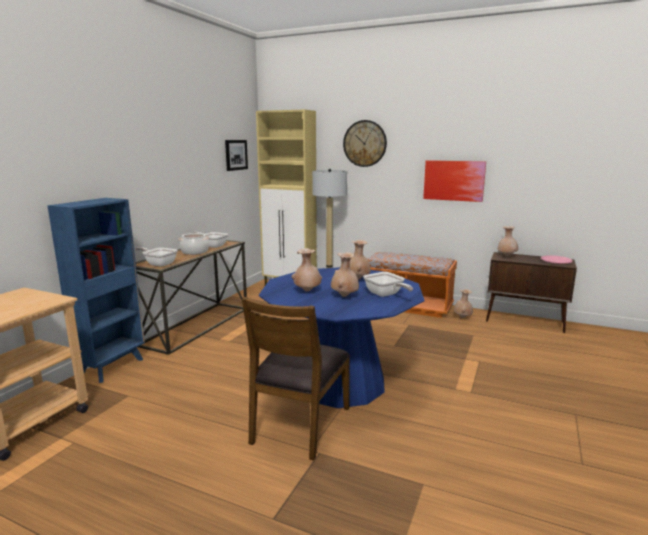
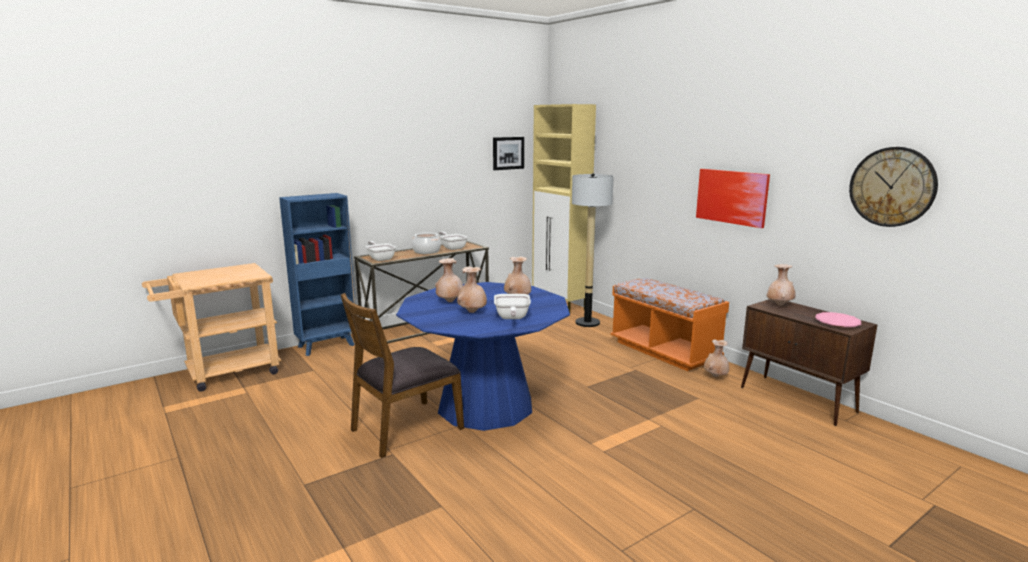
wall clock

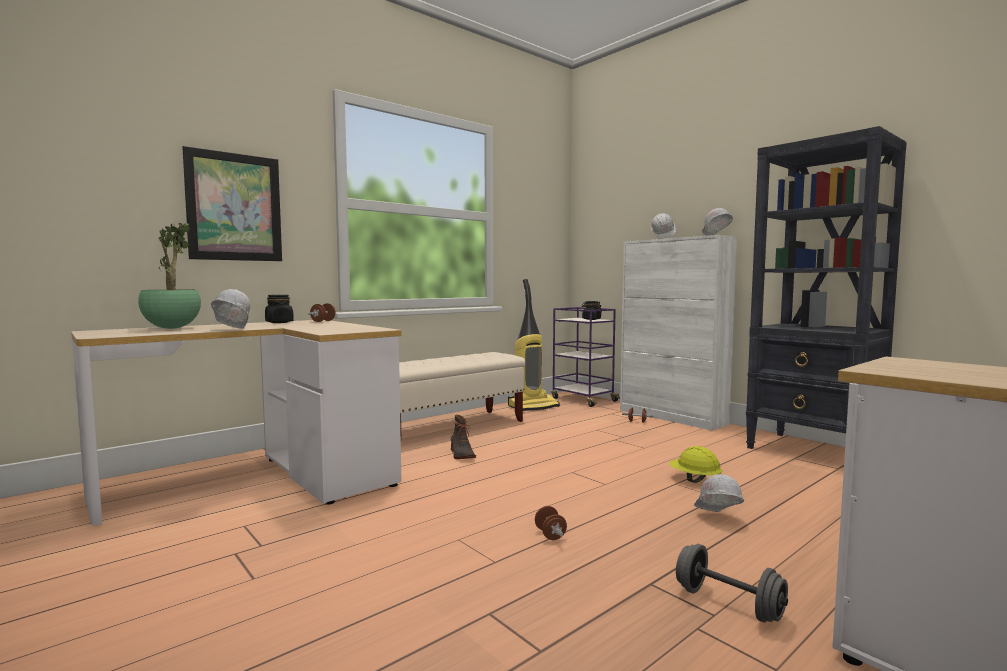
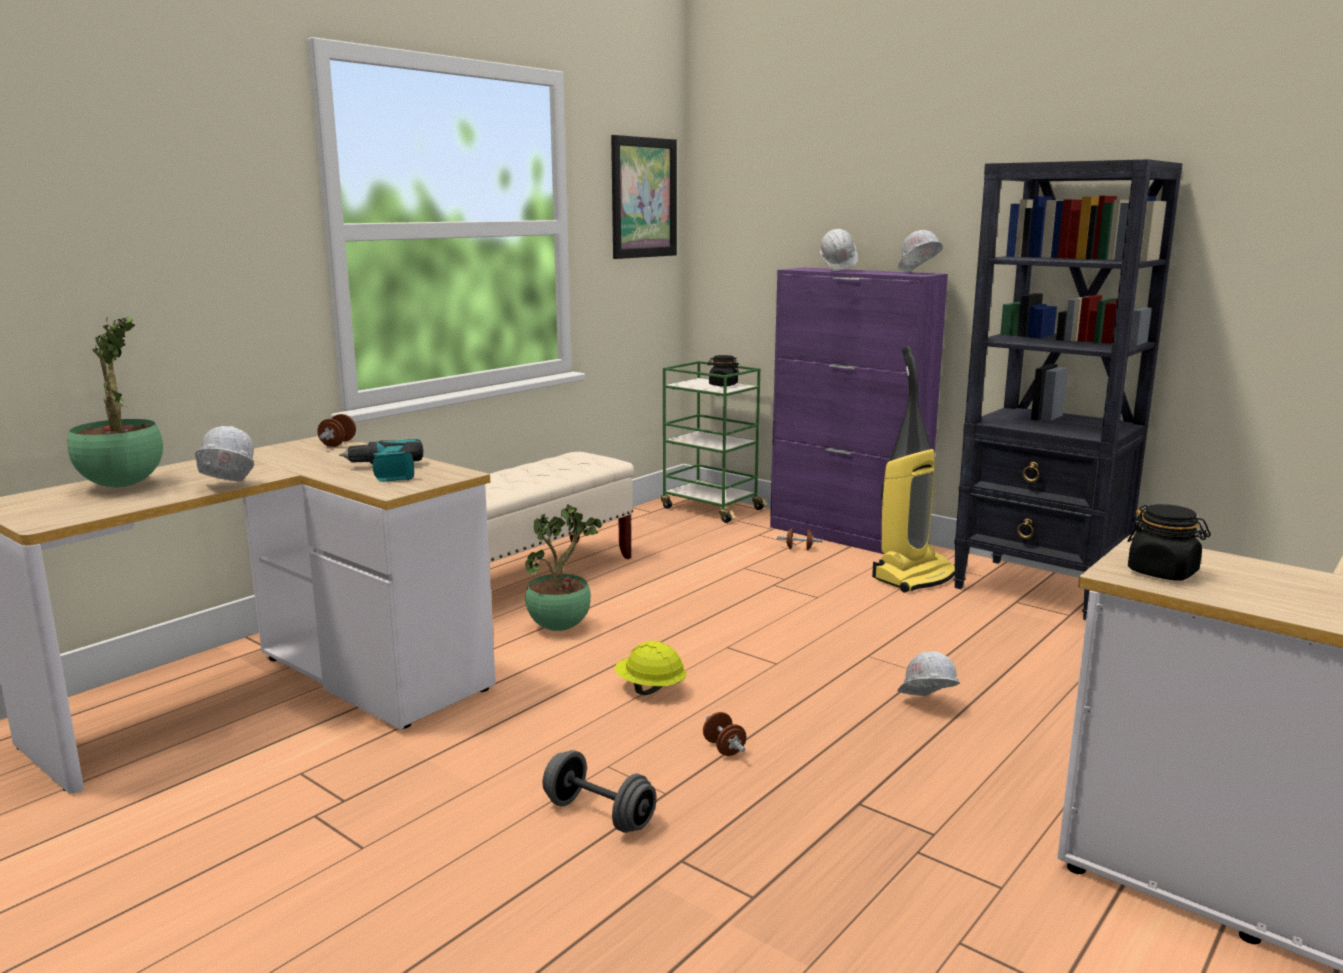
wall picture
storage cabinet/purplish
hoover
jar/black-coloured (2nd from left)
cart/greenish
houseplant (2nd from left)
safety helmet/yellow-coloured
hand weight/gray
drill

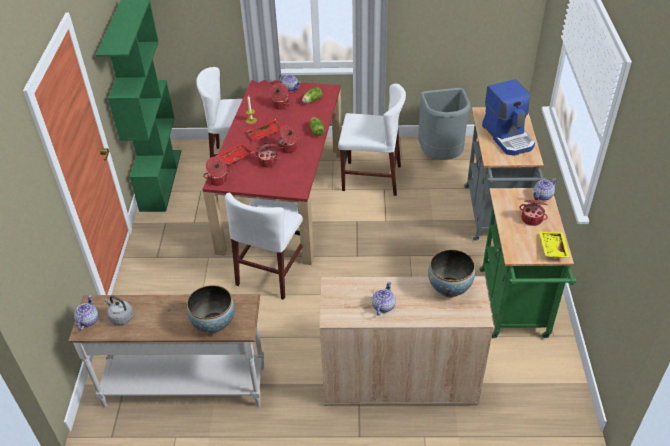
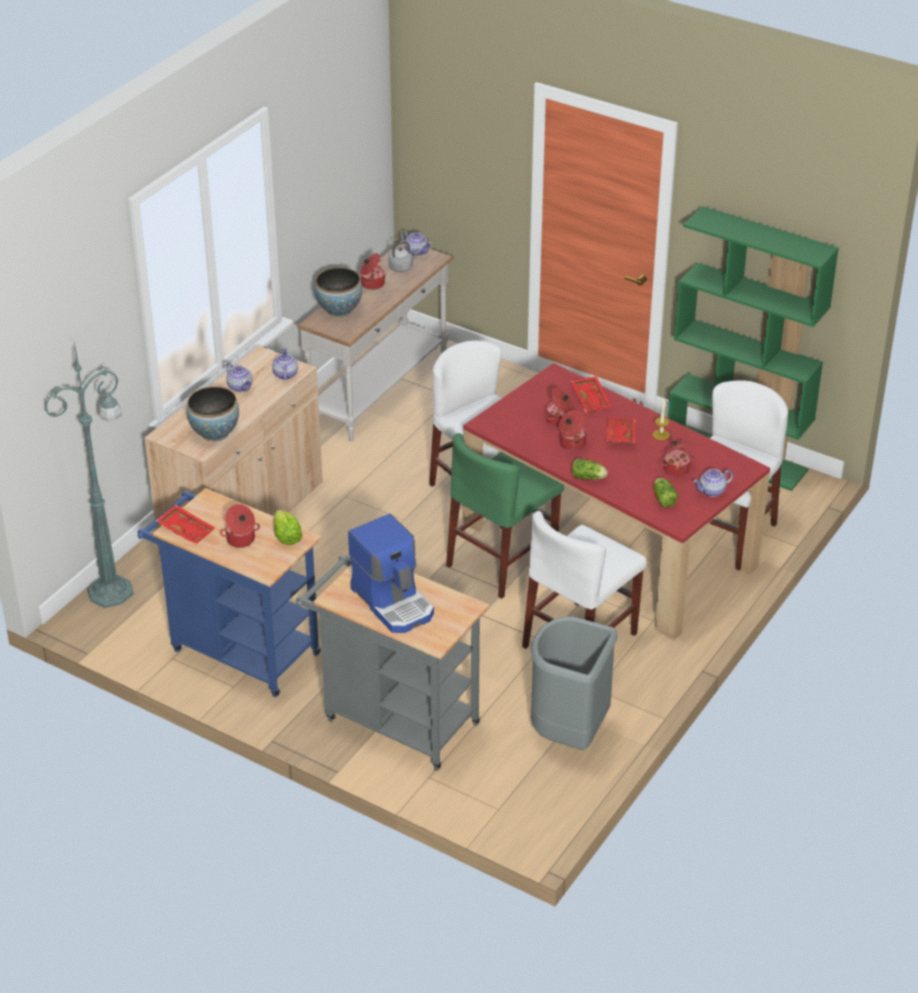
coffee maker
cooking pot (2nd from left)
pot for tea (2nd from left)
cart/bluish
tray/red-coloured (1st from left)
standard lamp/greenish
plain chair/greenish
head of lettuce (1st from left)

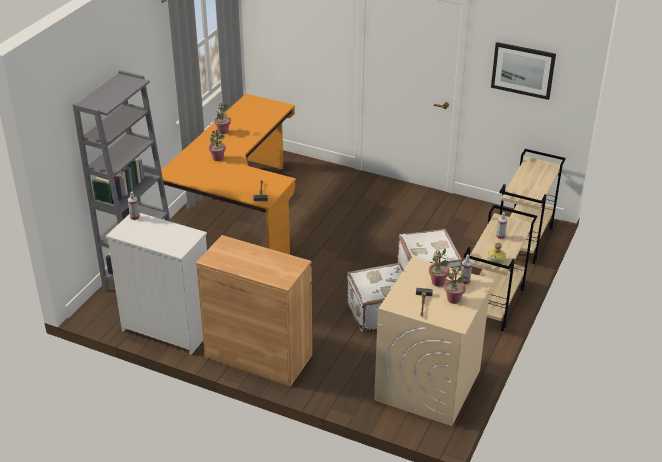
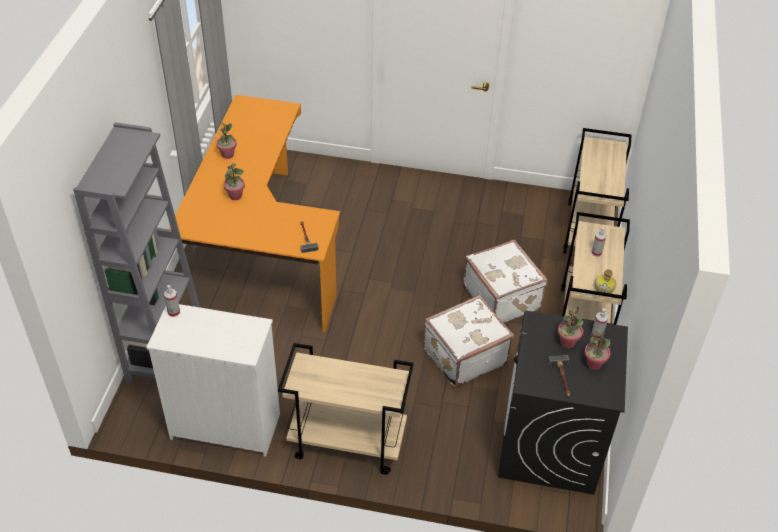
wall picture
cart/beige-coloured (1st from left)
laundry appliance/black-coloured

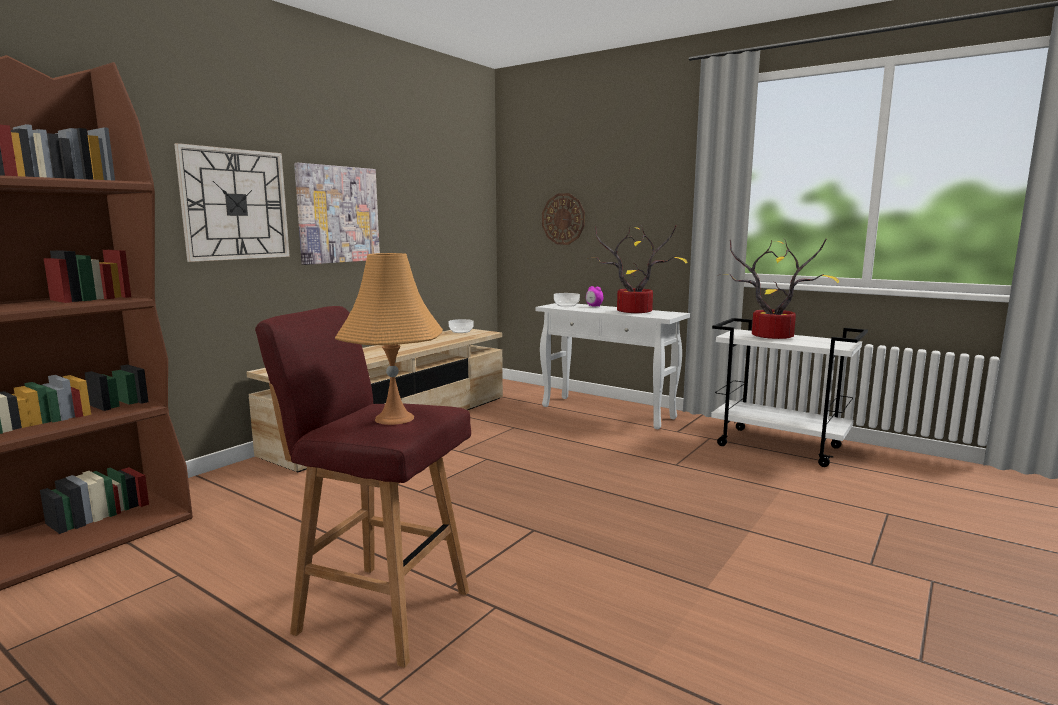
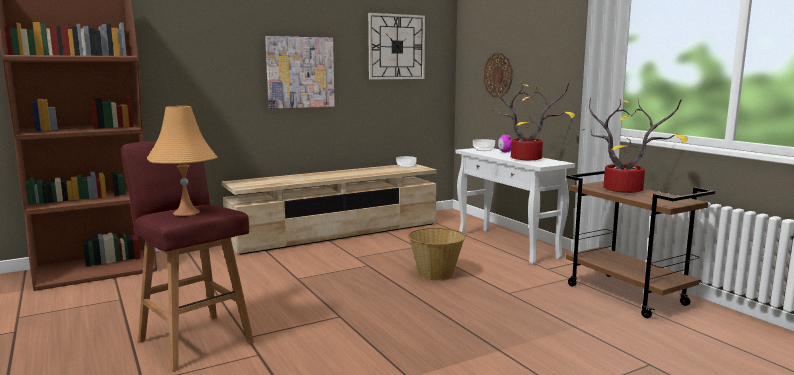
wall clock (1st from left)
cart/brownish
basket

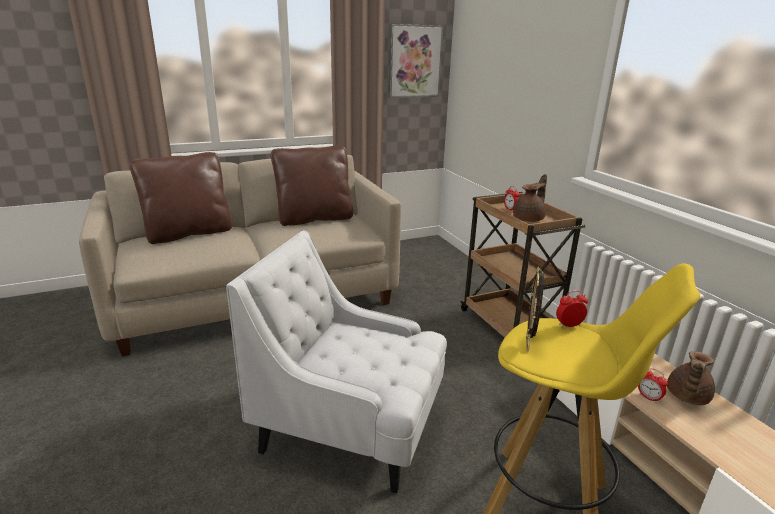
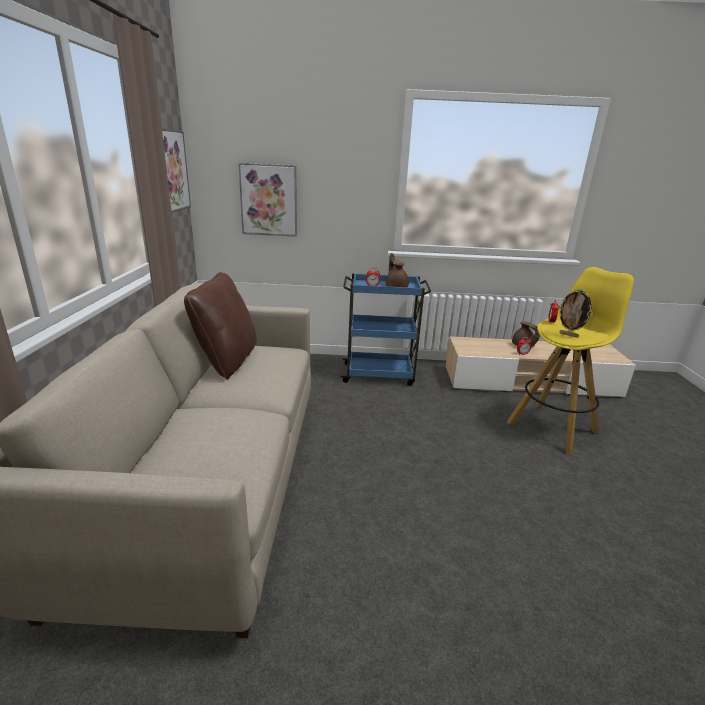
throw pillow/brownish (1st from left in the first image)
cart/bluish
lounge chair/white
wall picture (2nd from left)

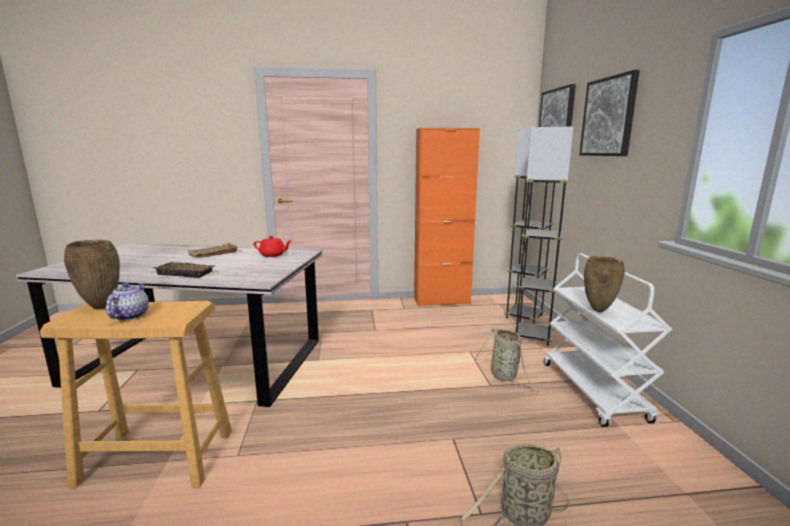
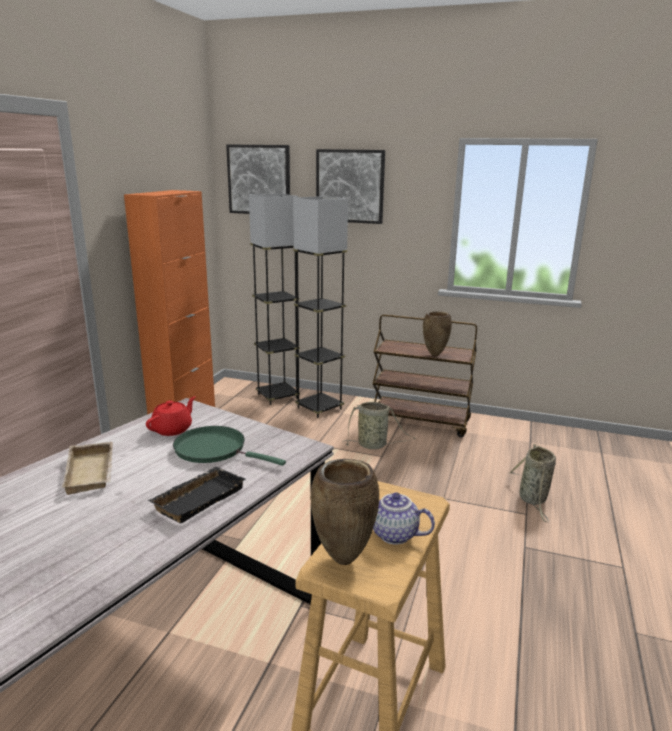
cart/brownish
pan/greenish

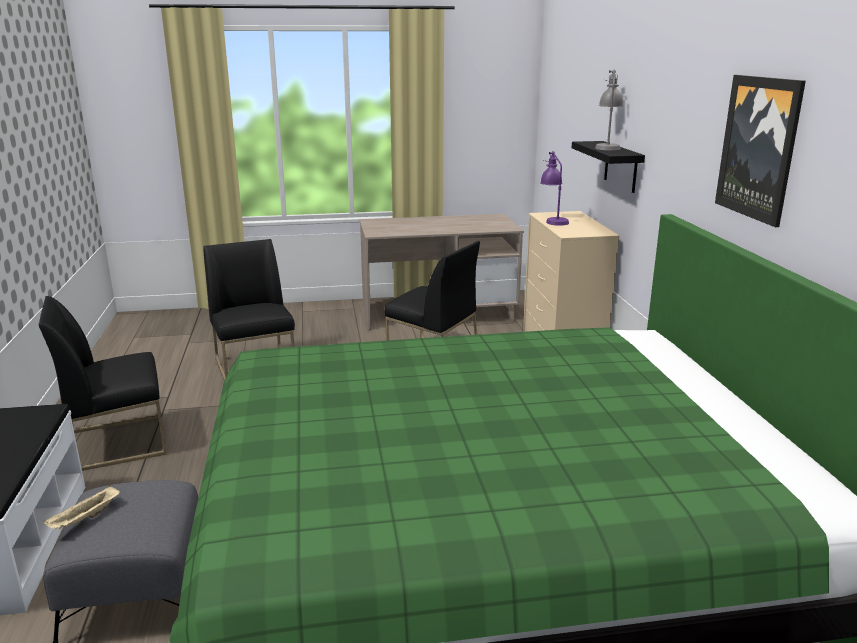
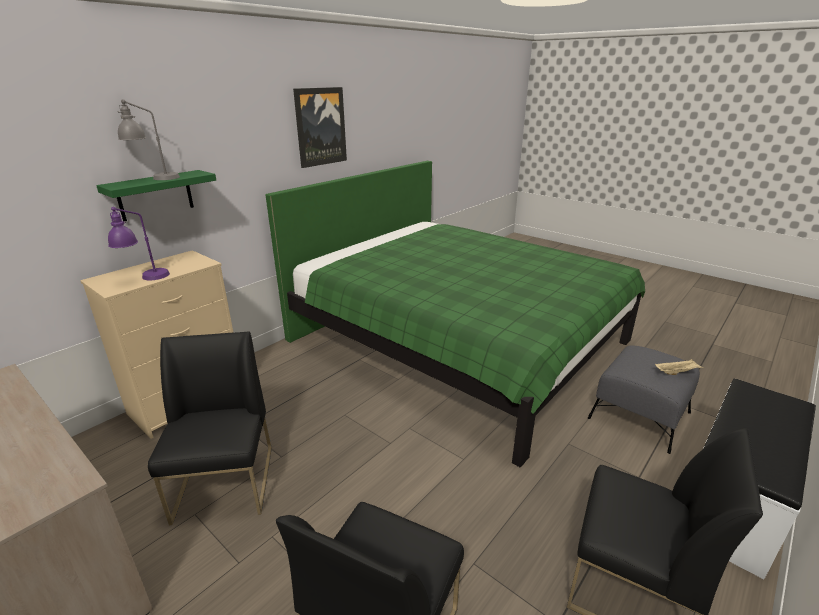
wall shelf/greenish

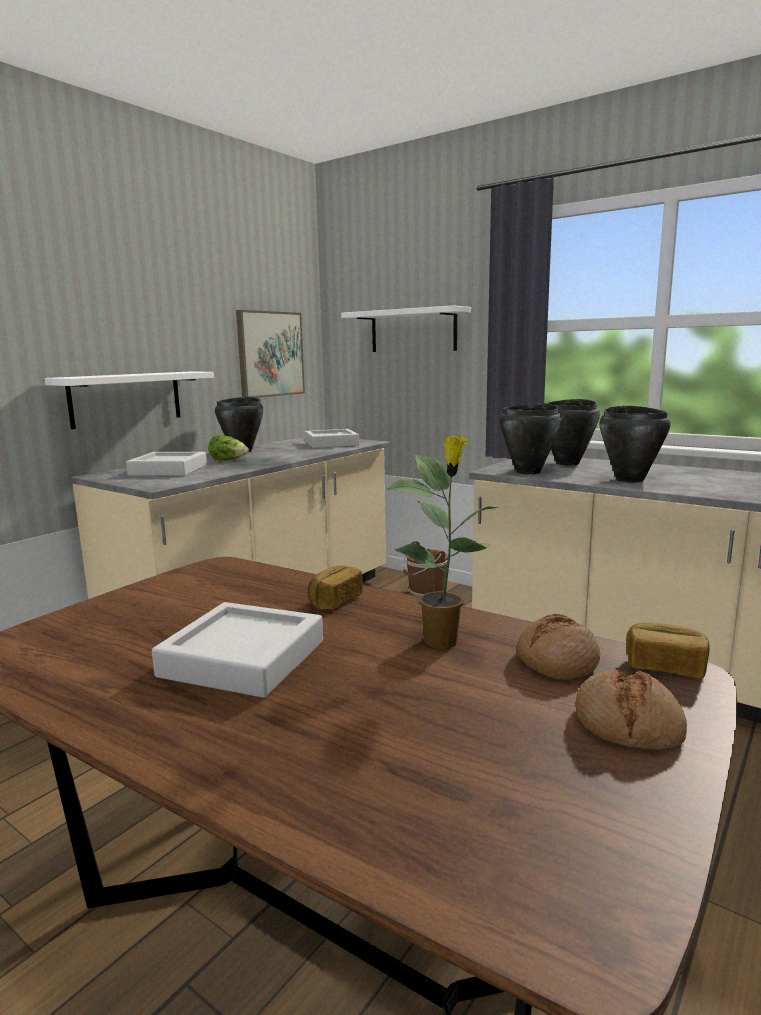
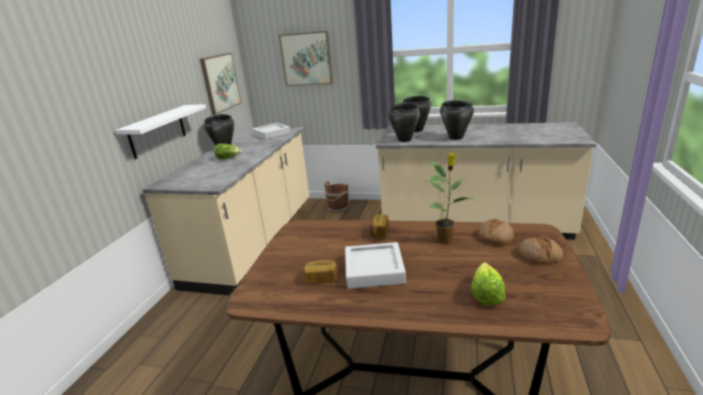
wall picture (2nd from left)
tray/gray (1st from left in the first image)
bread (1st from left)
head of lettuce (2nd from left)

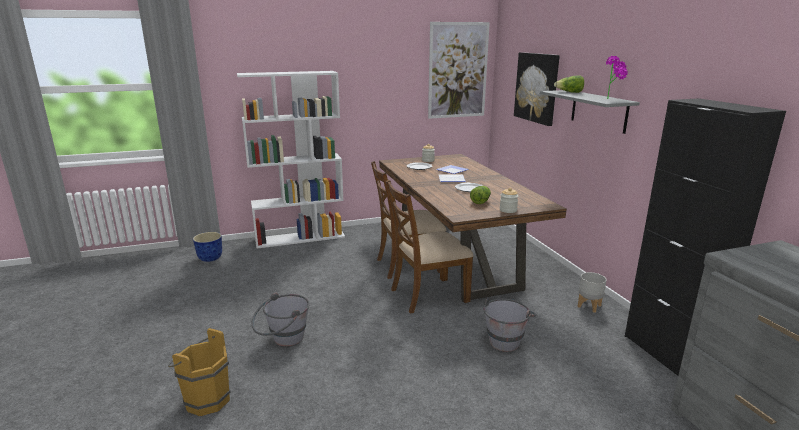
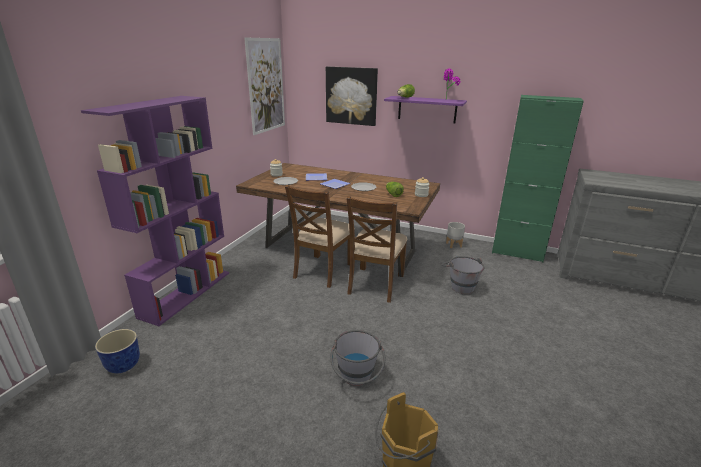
bookshelf/purplish
wall shelf/purplish
storage cabinet/greenish

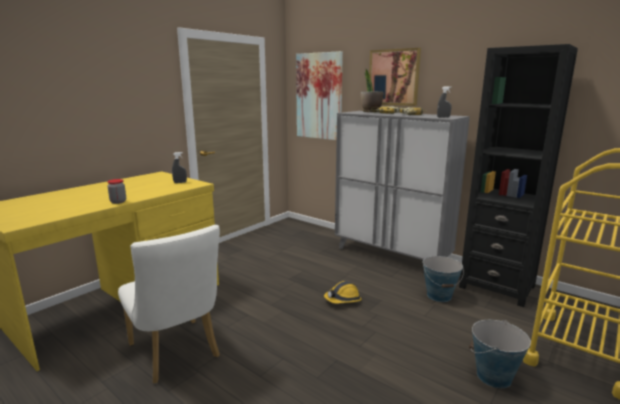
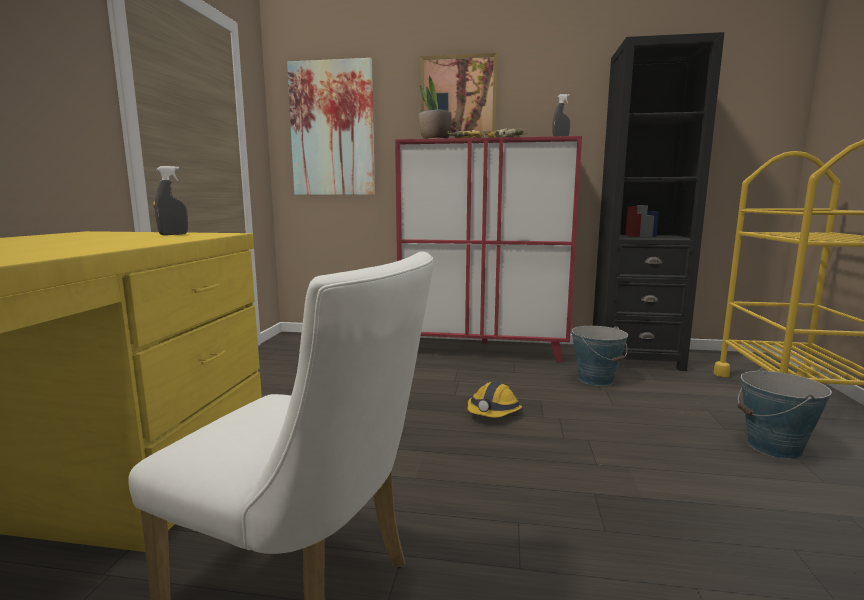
storage cabinet/red-coloured
jar

